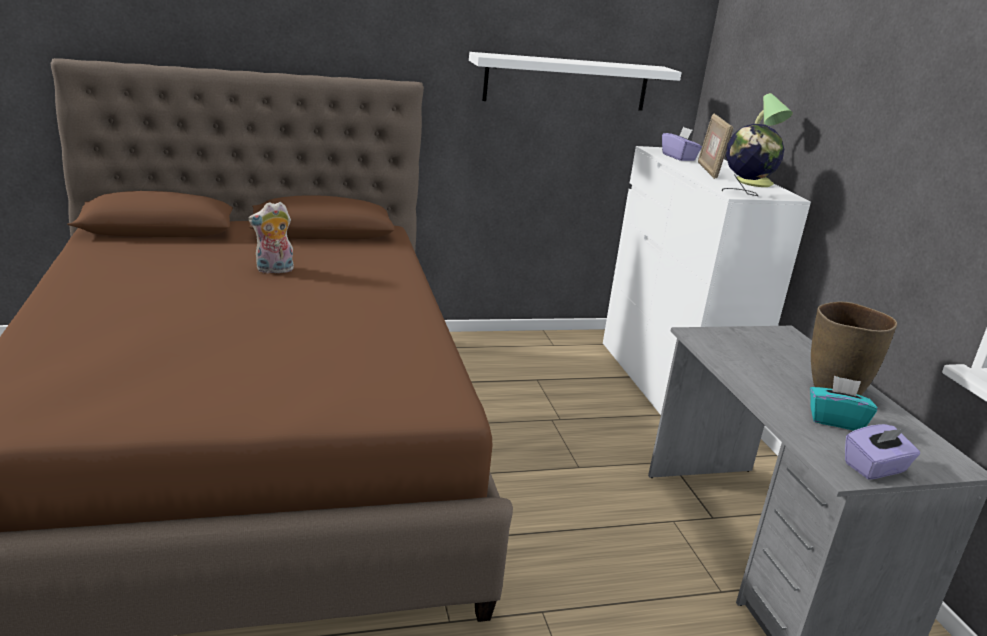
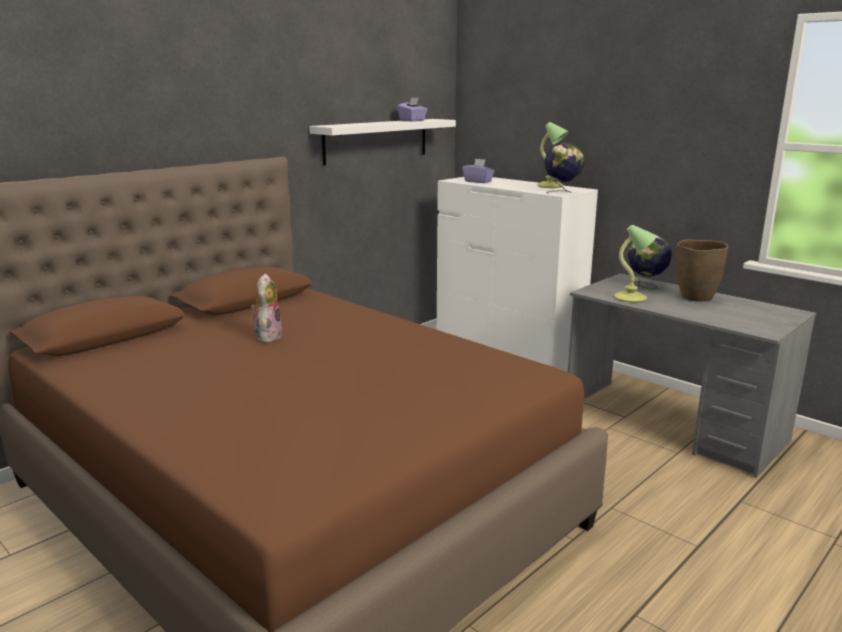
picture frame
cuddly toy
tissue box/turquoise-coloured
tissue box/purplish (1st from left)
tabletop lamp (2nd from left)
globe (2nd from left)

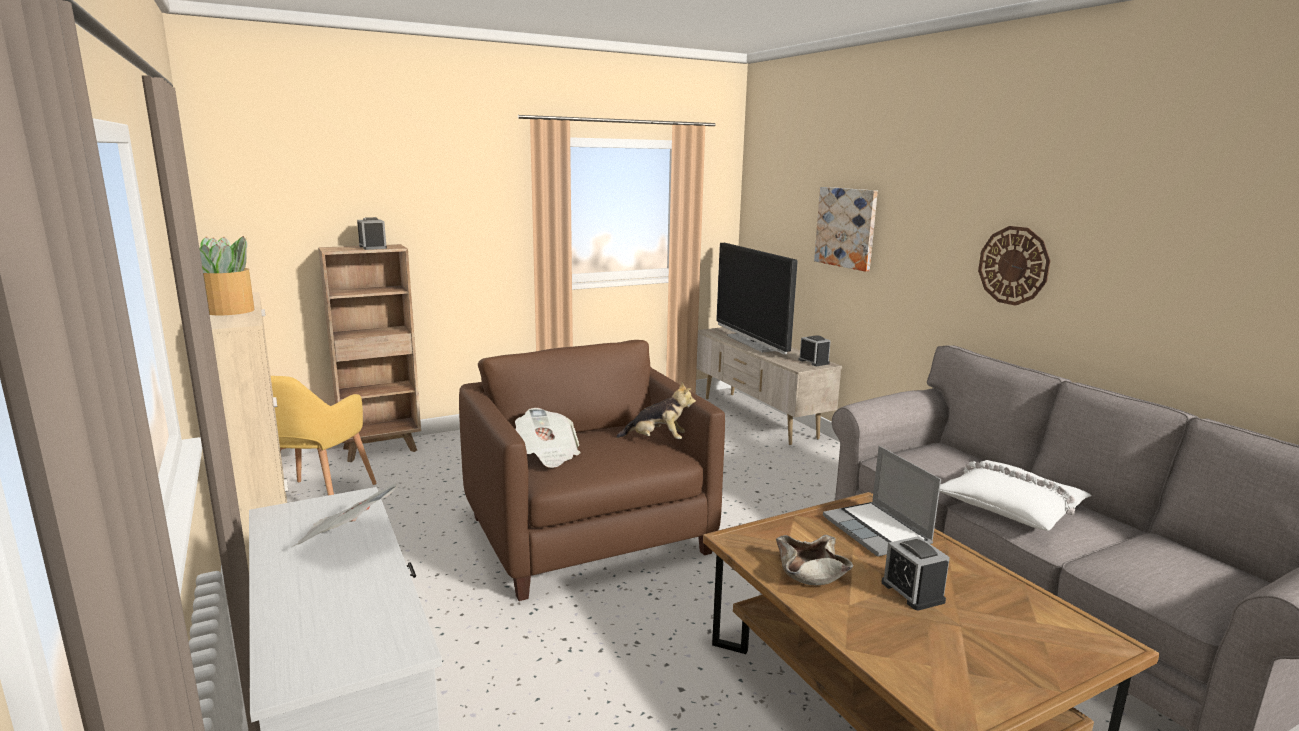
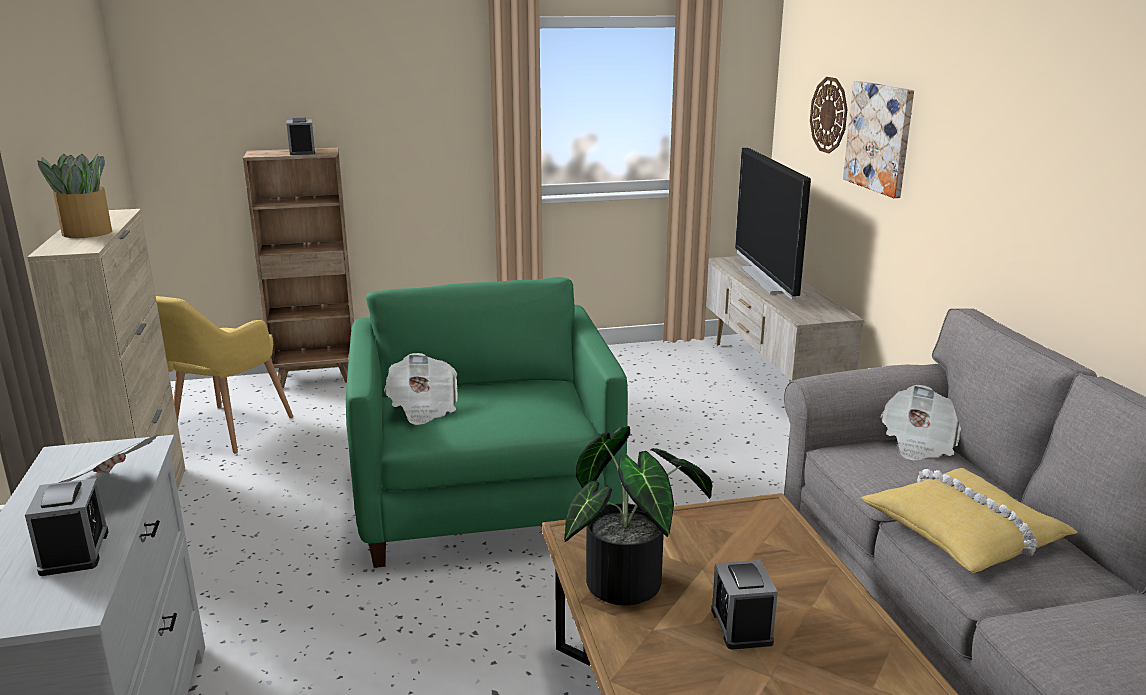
wall clock
table clock (1st from left)
lounge chair/greenish
cuddly toy
laptop
throw pillow/yellow-coloured
houseplant (2nd from left)
printed paper (3rd from left)

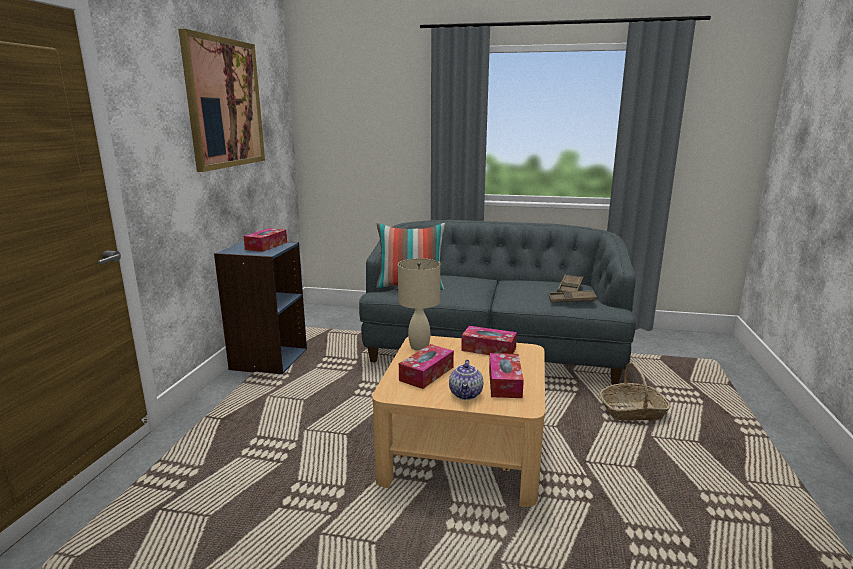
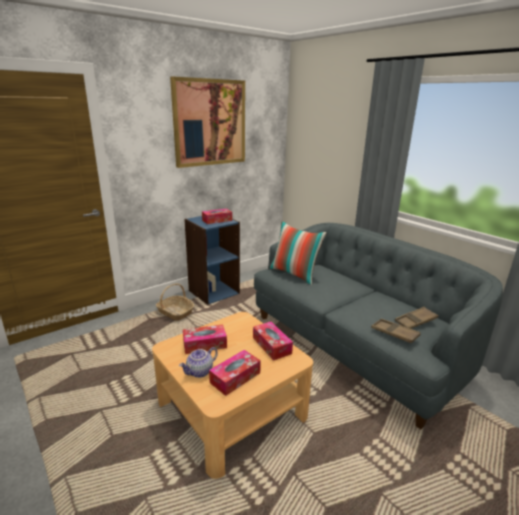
tabletop lamp/beige-coloured
basket

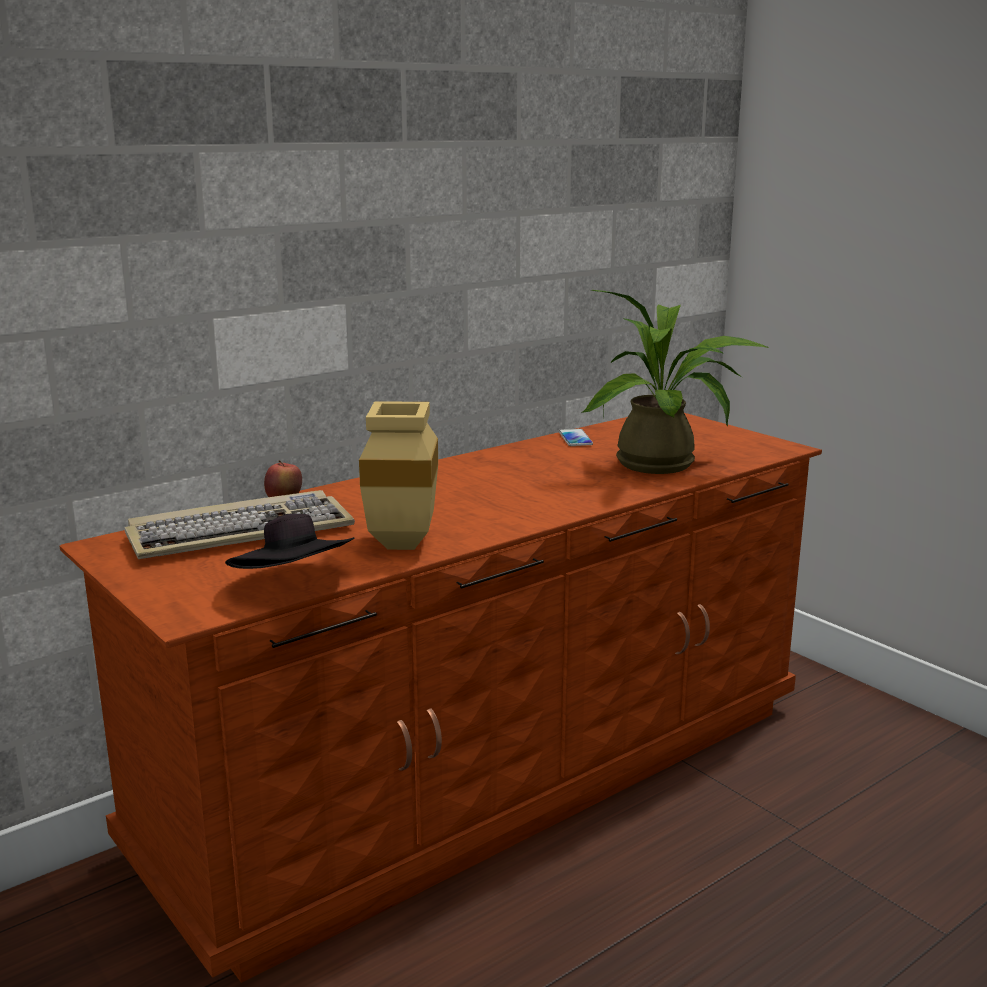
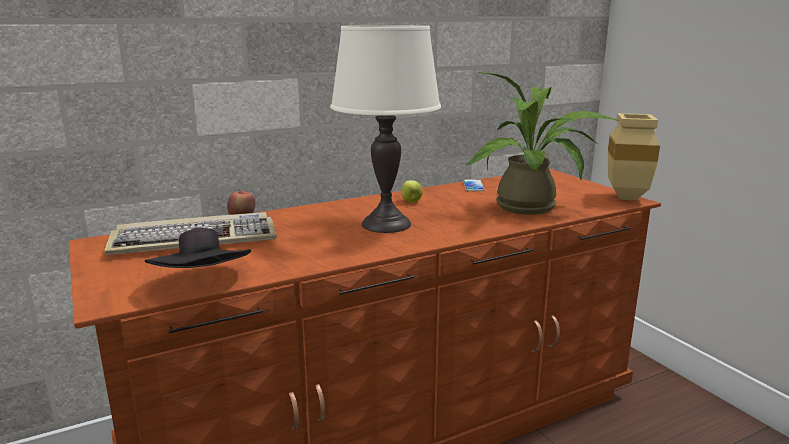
flower vase/beige-coloured
tabletop lamp/white
apple (2nd from left)

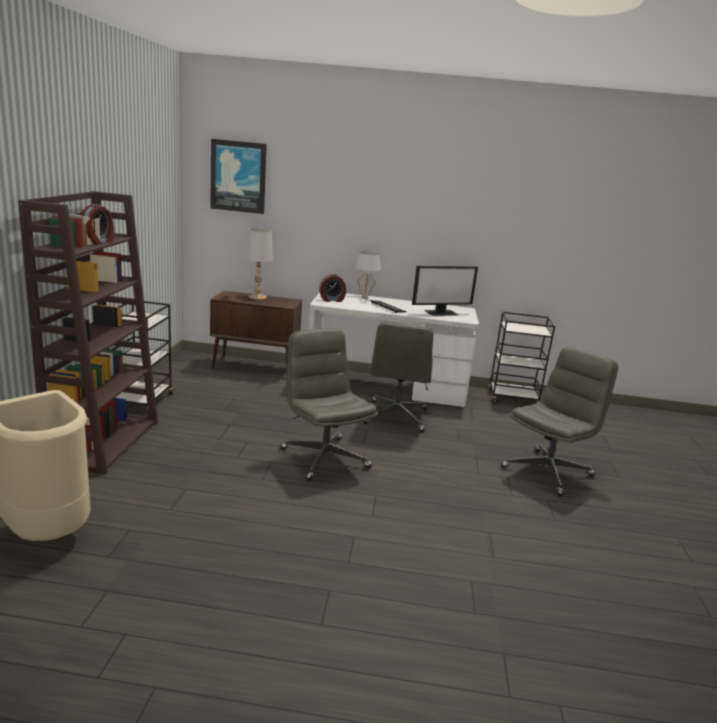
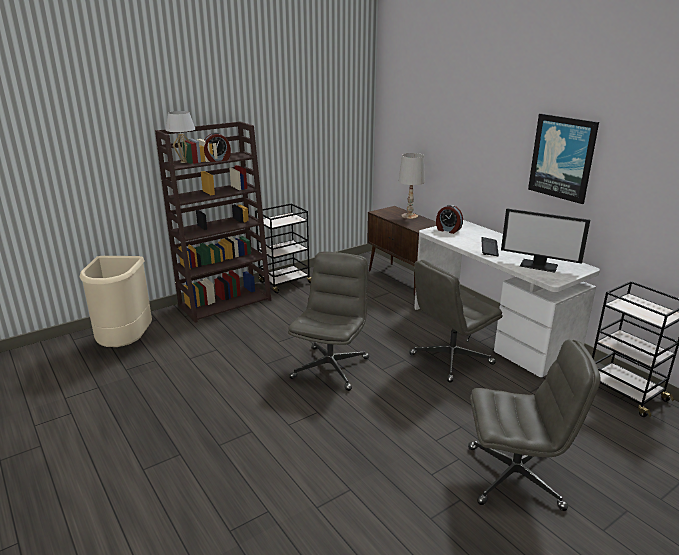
wall picture
tabletop lamp/white (1st from left)

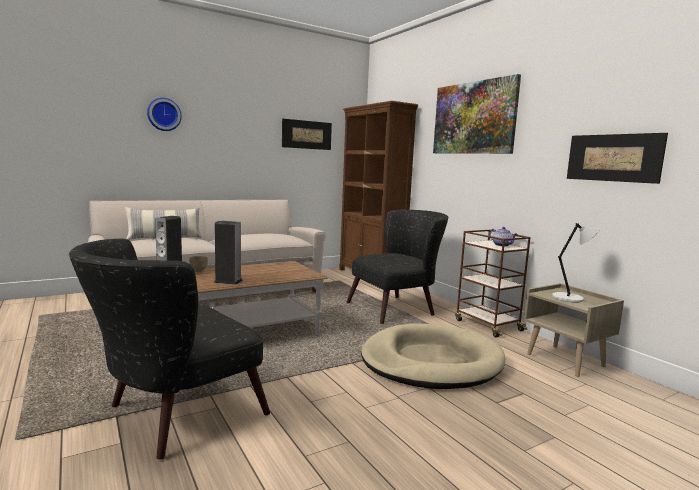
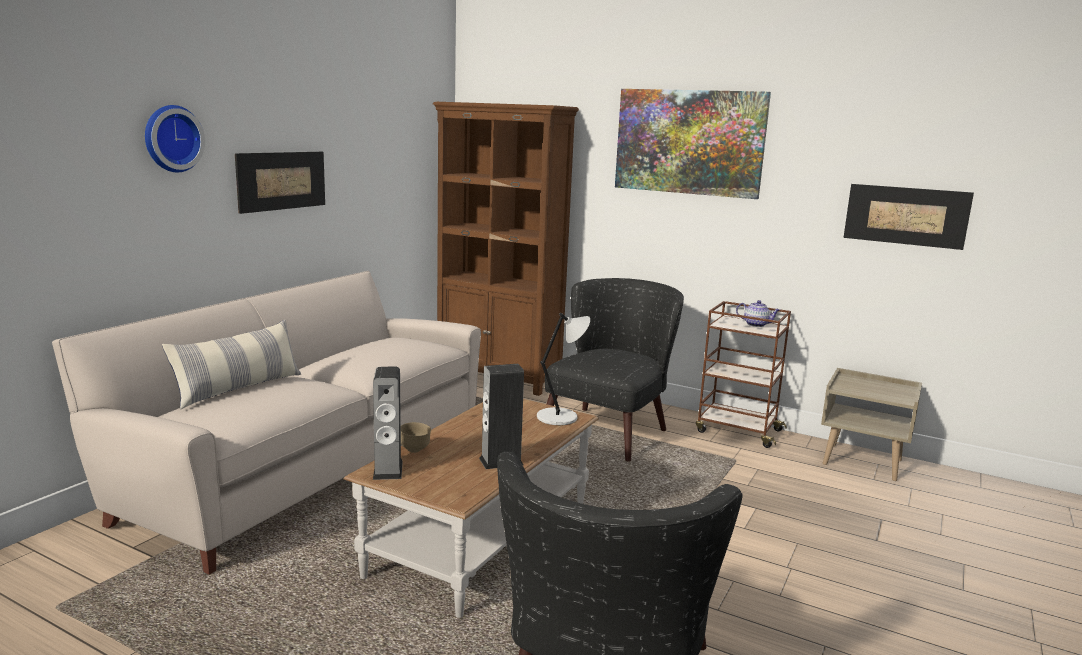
wall picture (1st from left)
tabletop lamp/gray
dog cushion/beige-coloured

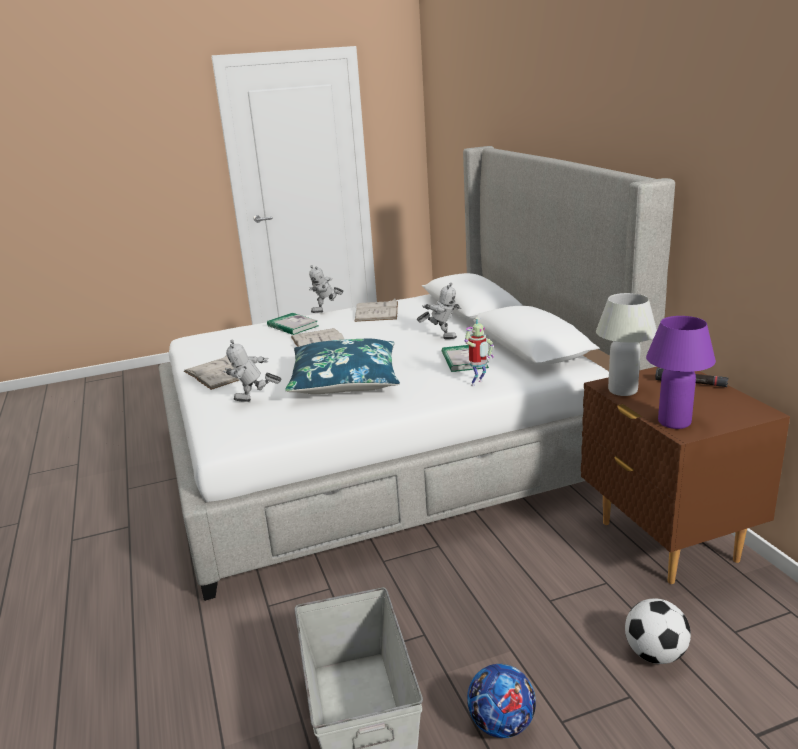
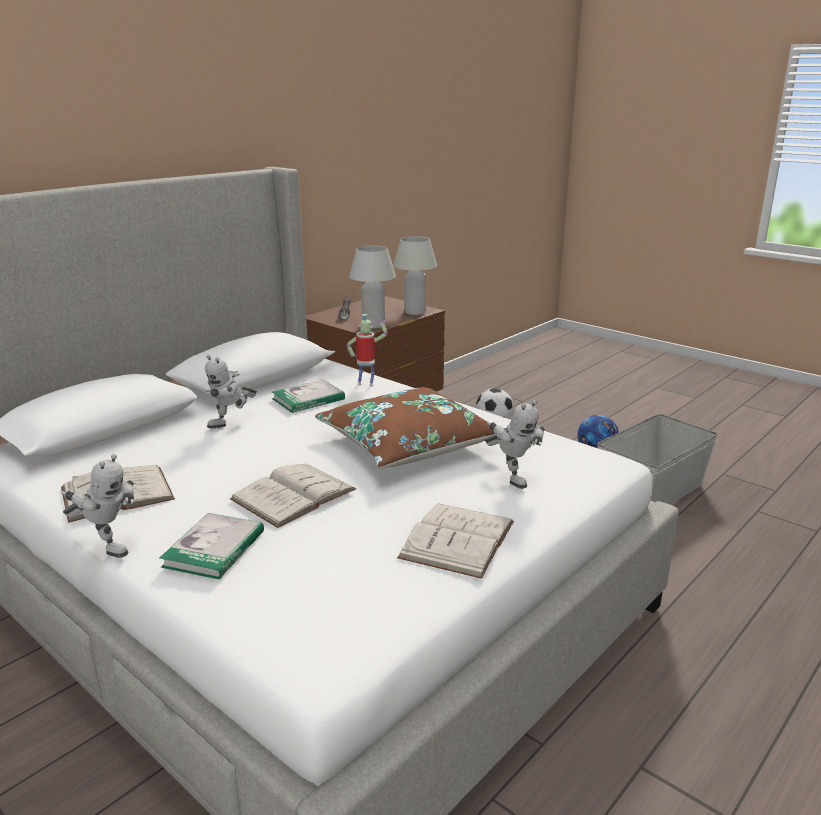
toy robot (2nd from left)
tabletop lamp/white (2nd from left)
throw pillow/brownish

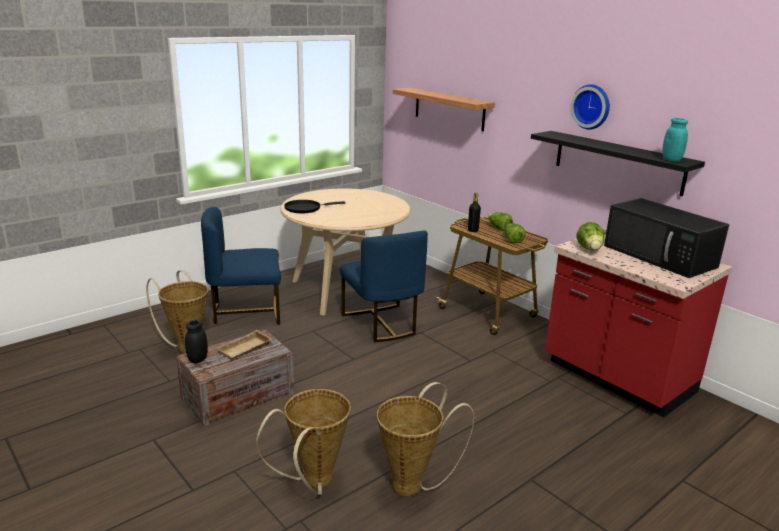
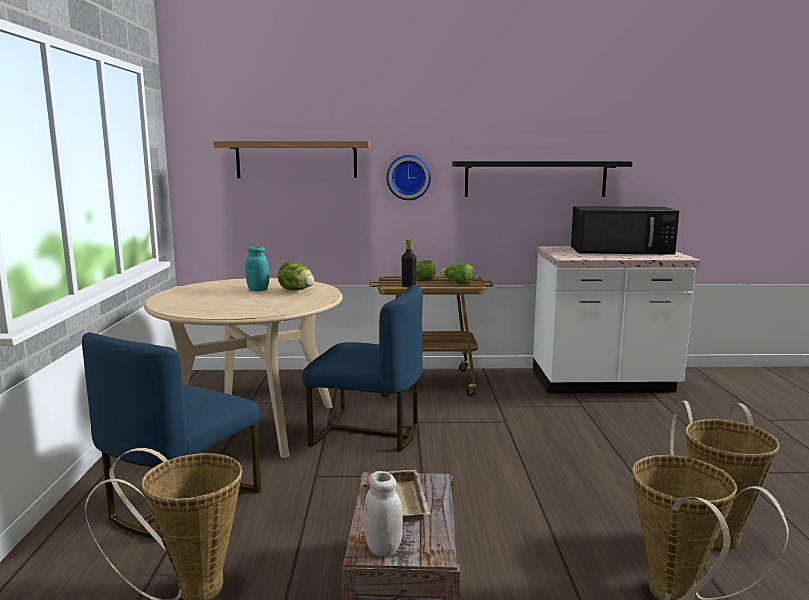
wall clock
jar/turquoise-coloured
pan/black-coloured
head of lettuce (1st from left)
kitchen counter/white
jar/white

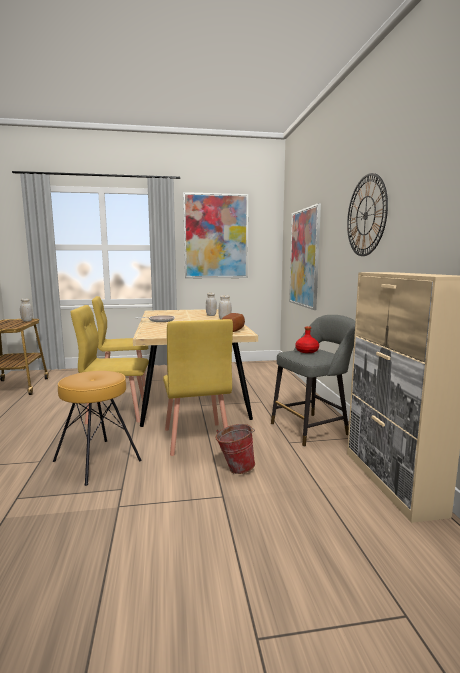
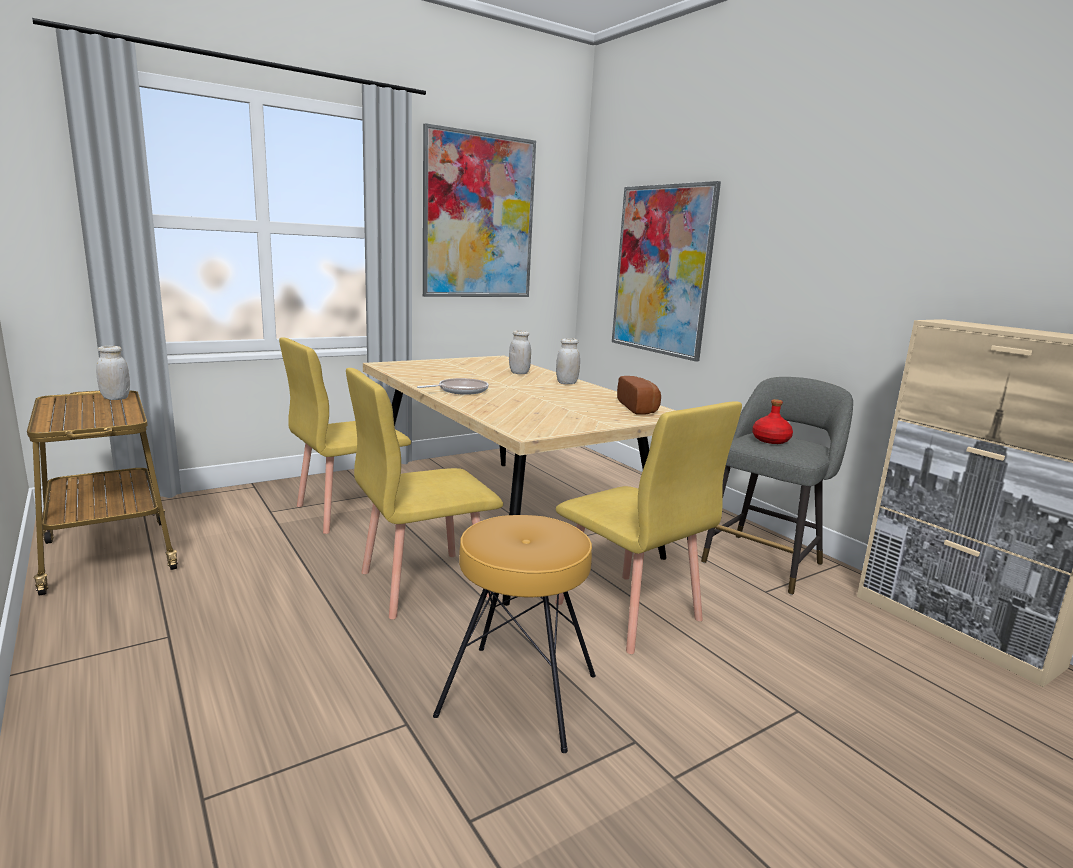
wall clock
pail

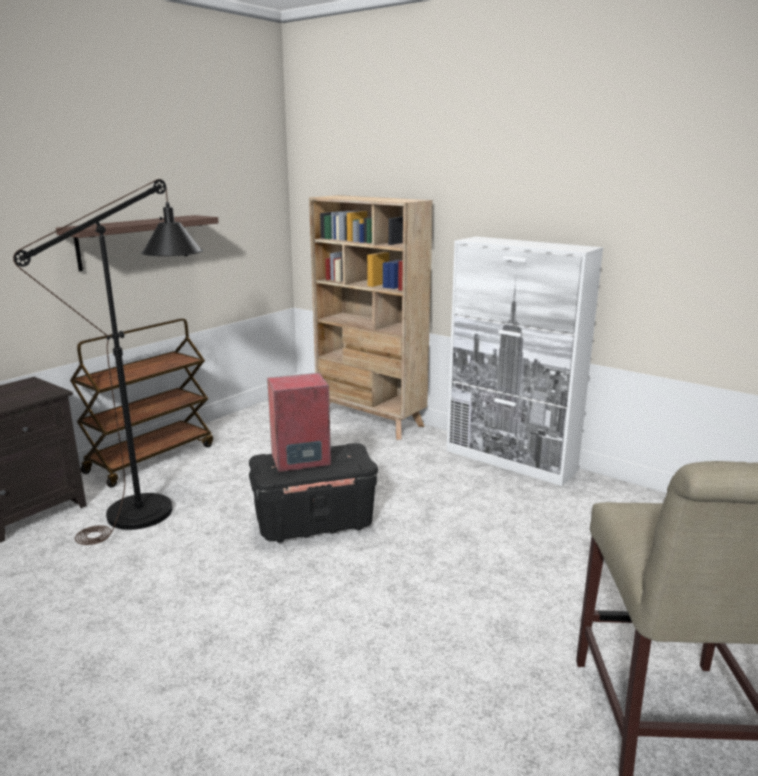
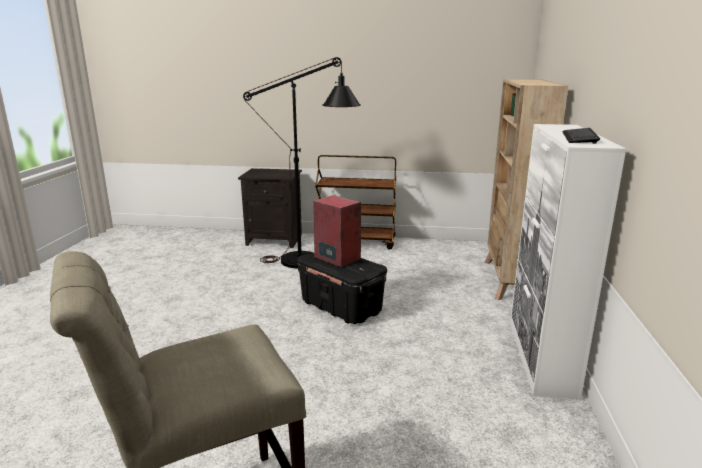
wall shelf
PC keyboard

